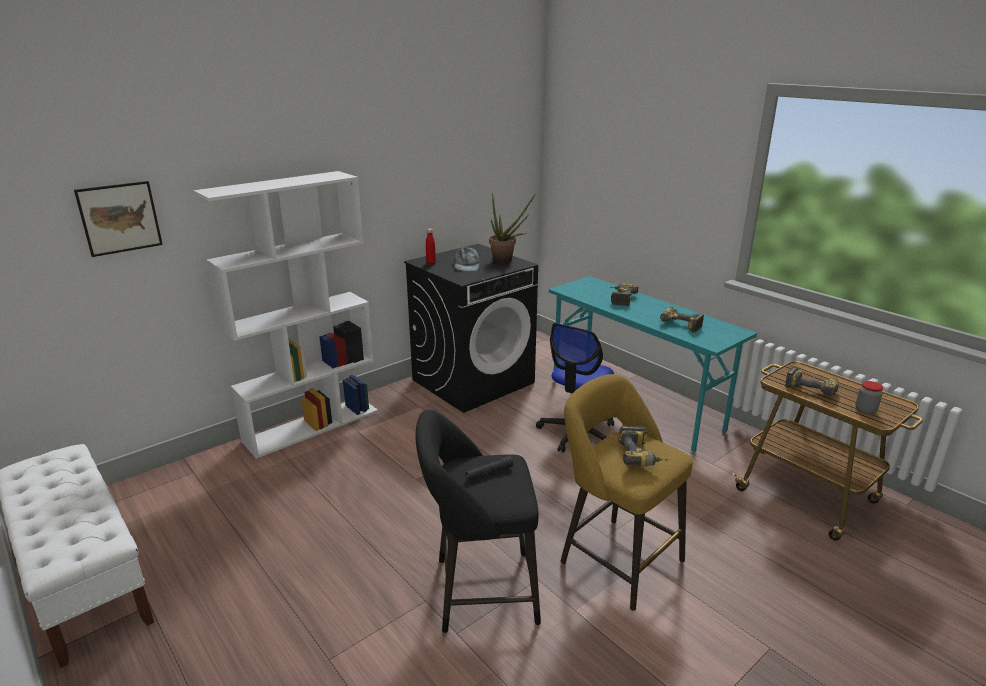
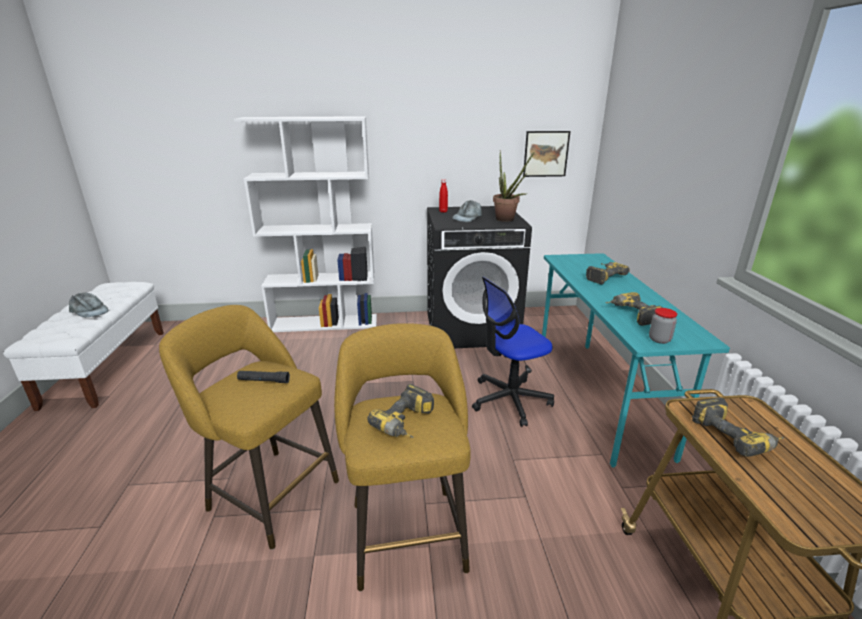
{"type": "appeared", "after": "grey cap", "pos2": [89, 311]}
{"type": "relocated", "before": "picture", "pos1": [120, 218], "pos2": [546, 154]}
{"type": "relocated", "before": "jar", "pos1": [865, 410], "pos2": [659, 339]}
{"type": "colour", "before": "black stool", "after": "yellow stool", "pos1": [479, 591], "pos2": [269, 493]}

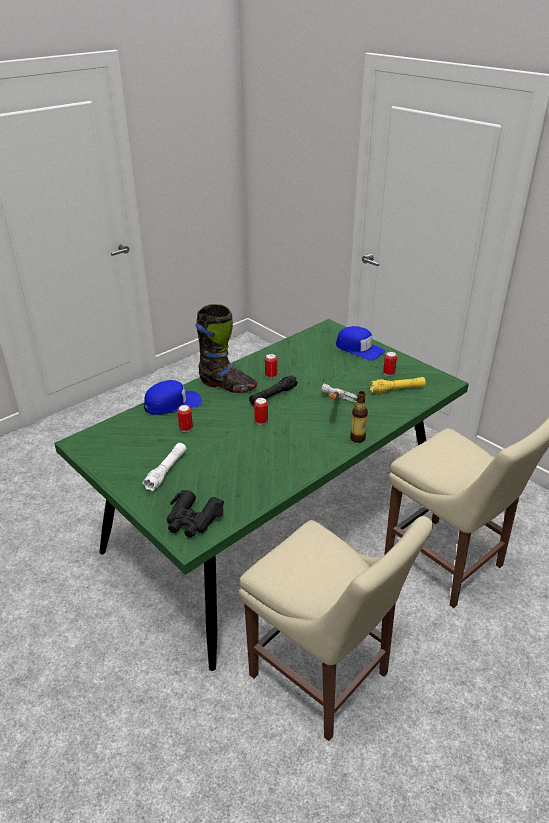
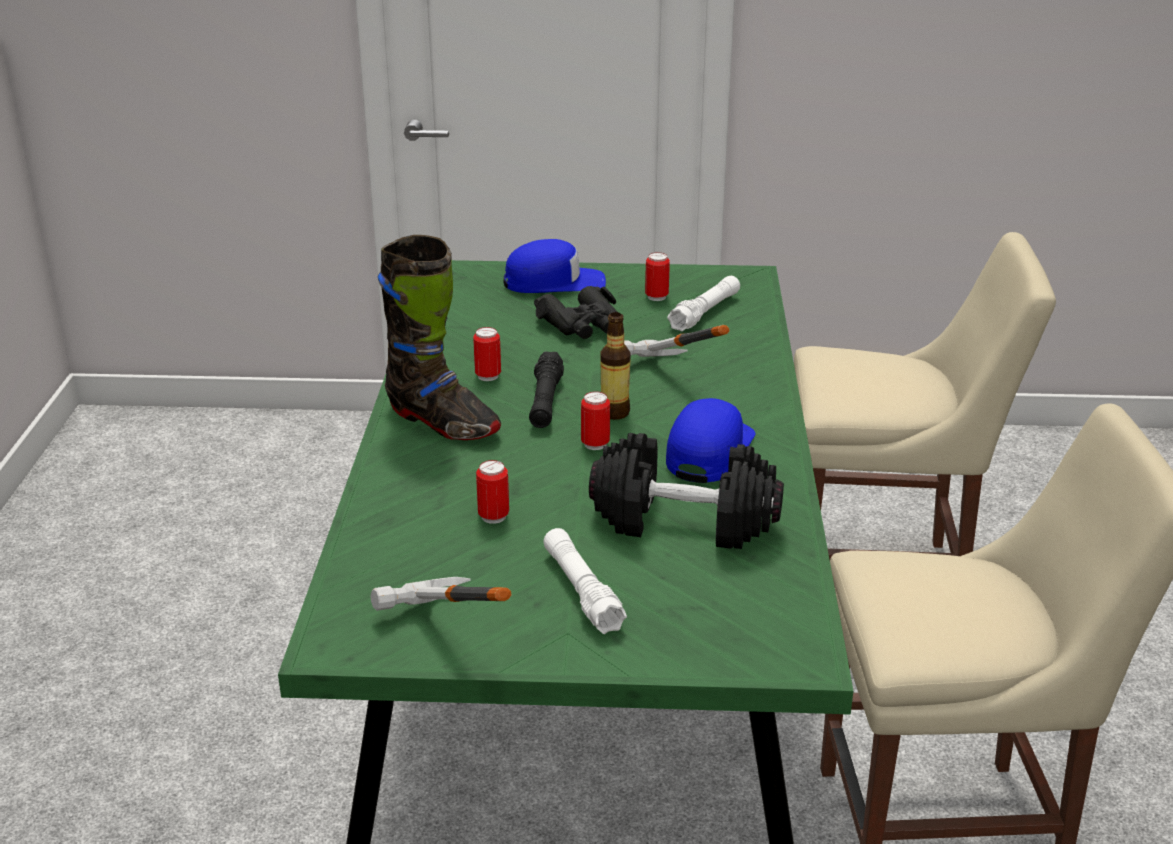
{"type": "appeared", "after": "hammer", "pos2": [440, 643]}
{"type": "appeared", "after": "black dumbbell", "pos2": [685, 521]}
{"type": "relocated", "before": "blue cap", "pos1": [172, 403], "pos2": [709, 451]}
{"type": "relocated", "before": "black binoculars", "pos1": [193, 520], "pos2": [582, 325]}
{"type": "relocated", "before": "bottle", "pos1": [357, 438], "pos2": [614, 412]}
{"type": "colour", "before": "yellow flashlight", "after": "white flashlight", "pos1": [397, 389], "pos2": [705, 312]}
{"type": "spun", "before": "black boot", "pos1": [227, 386], "pos2": [442, 422], "turn": 60}

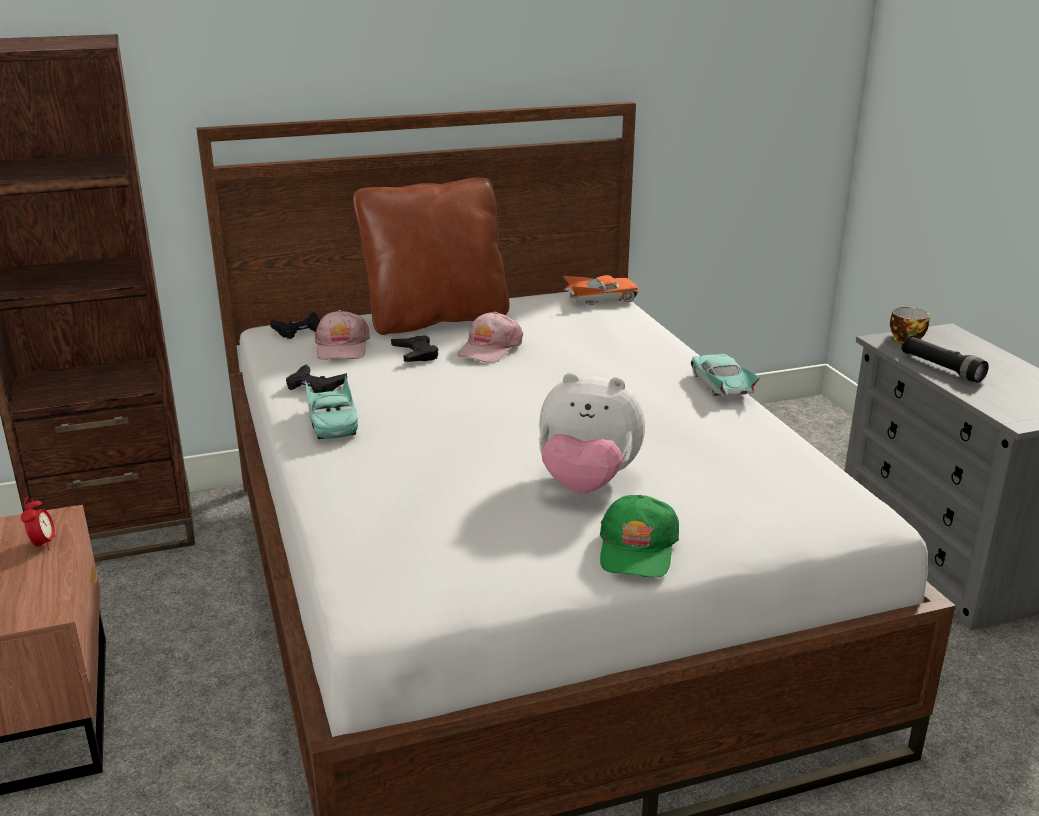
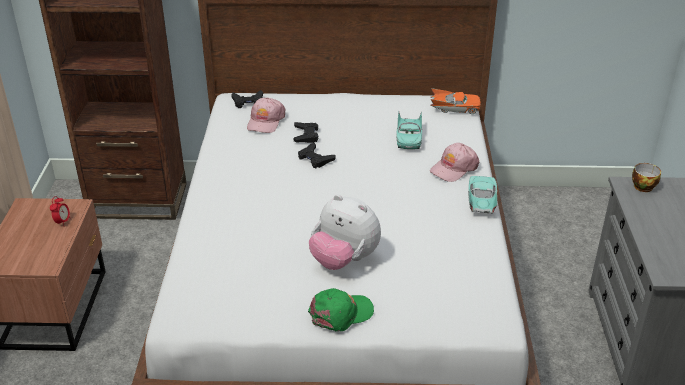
{"type": "missing", "before": "brown pillow", "pos1": [436, 318]}
{"type": "missing", "before": "black flashlight", "pos1": [941, 368]}
{"type": "relocated", "before": "black game controller", "pos1": [315, 386], "pos2": [315, 159]}
{"type": "relocated", "before": "turquoise toy car", "pos1": [332, 422], "pos2": [409, 138]}
{"type": "relocated", "before": "pink cap", "pos1": [489, 349], "pos2": [454, 168]}
{"type": "spun", "before": "green cap", "pos1": [637, 549], "pos2": [341, 314], "turn": -150}

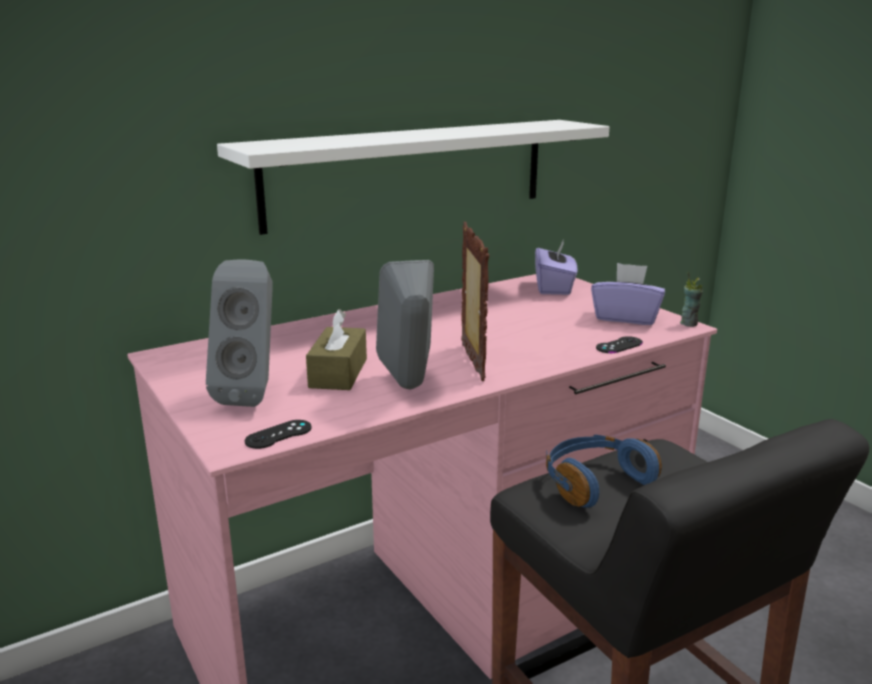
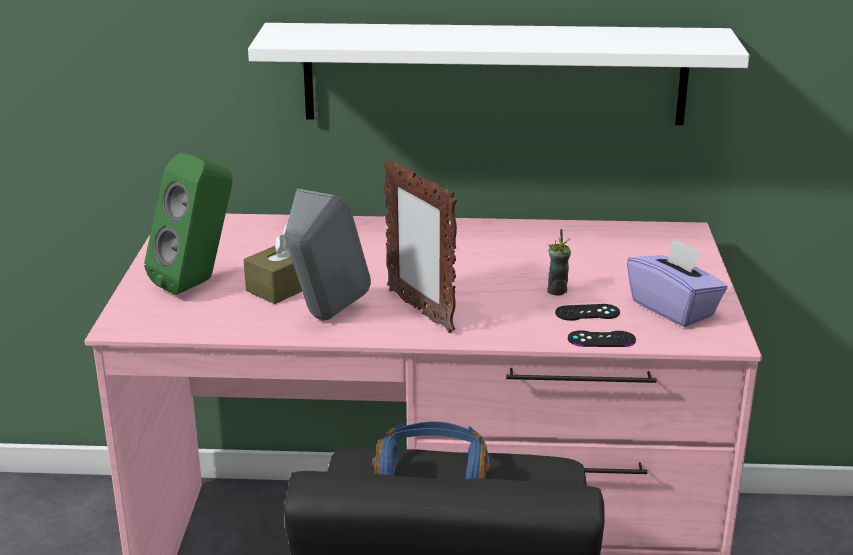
{"type": "missing", "before": "purple tissue box", "pos1": [554, 287]}
{"type": "relocated", "before": "black game controller", "pos1": [278, 434], "pos2": [587, 313]}
{"type": "relocated", "before": "cup", "pos1": [689, 323], "pos2": [557, 291]}
{"type": "colour", "before": "grey speaker", "after": "green speaker", "pos1": [253, 394], "pos2": [198, 283]}
{"type": "spun", "before": "picture frame", "pos1": [471, 362], "pos2": [420, 311], "turn": 120}

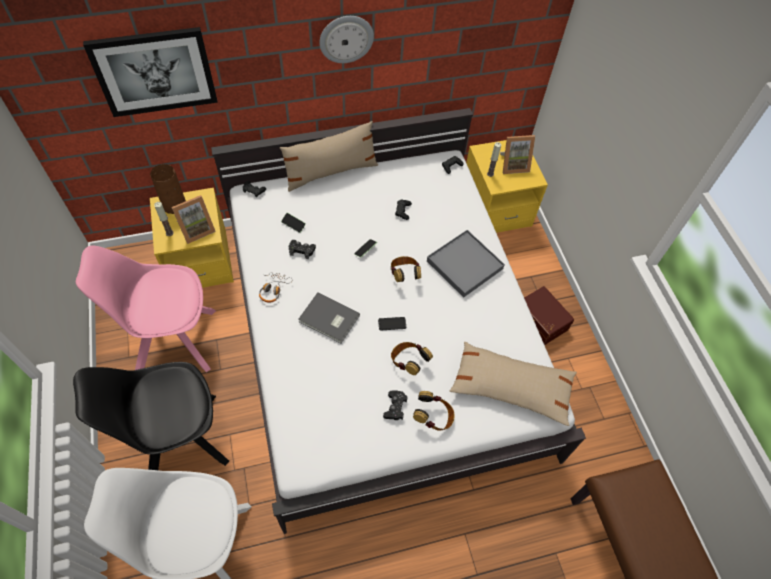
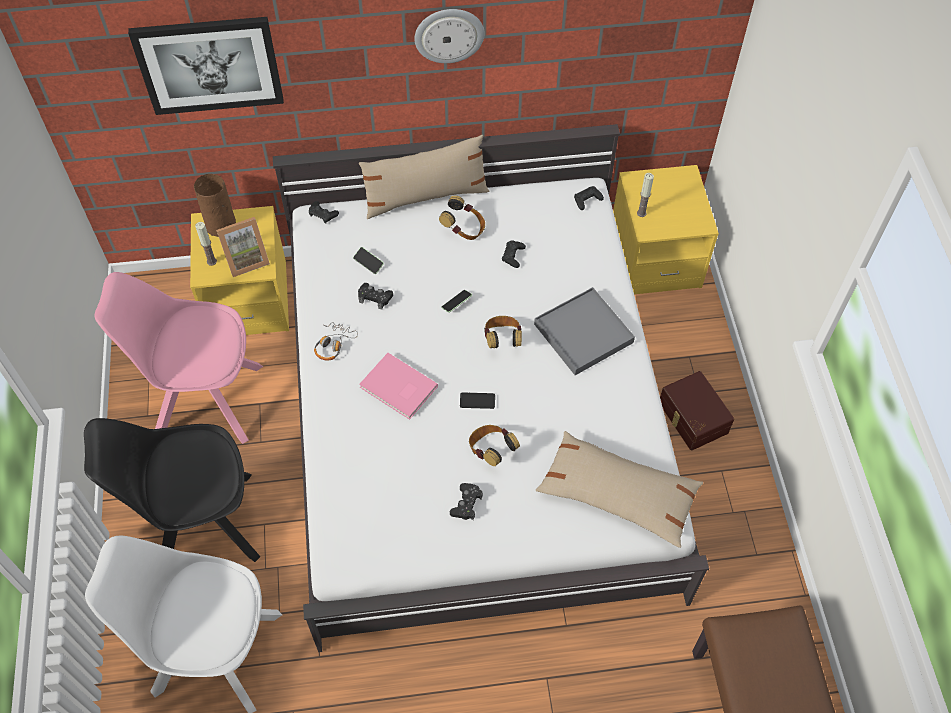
{"type": "missing", "before": "picture frame", "pos1": [513, 165]}
{"type": "relocated", "before": "headphones", "pos1": [433, 417], "pos2": [464, 229]}
{"type": "colour", "before": "grey book", "after": "pink book", "pos1": [329, 320], "pos2": [398, 389]}

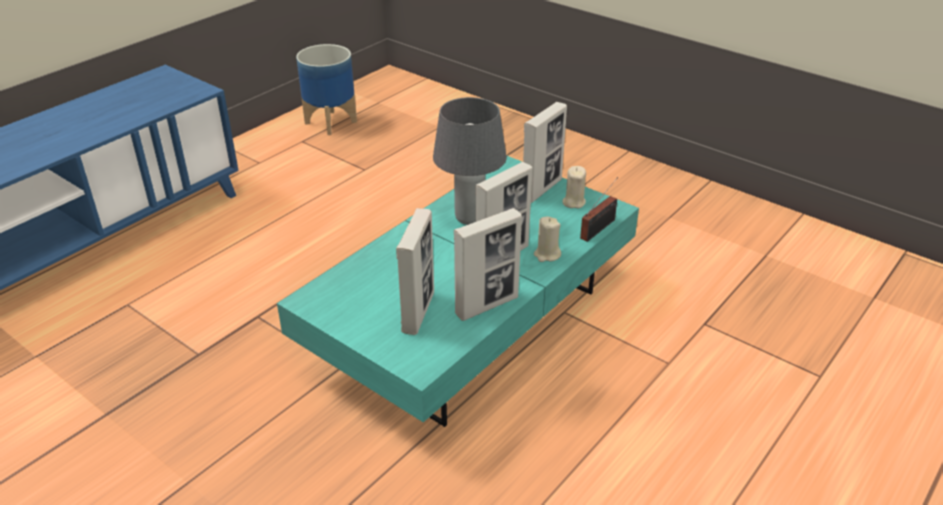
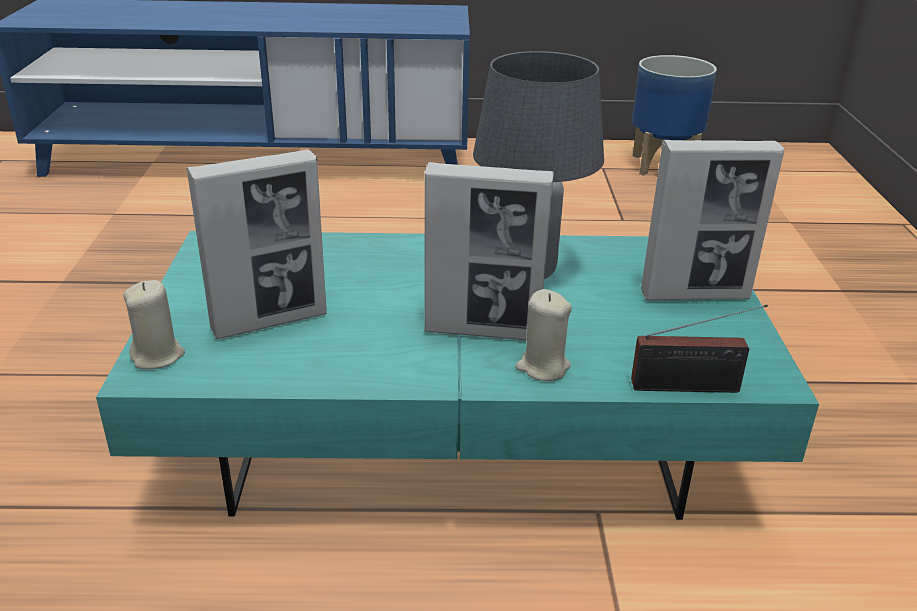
{"type": "missing", "before": "picture frame", "pos1": [487, 305]}
{"type": "relocated", "before": "beige candle", "pos1": [573, 202], "pos2": [158, 356]}

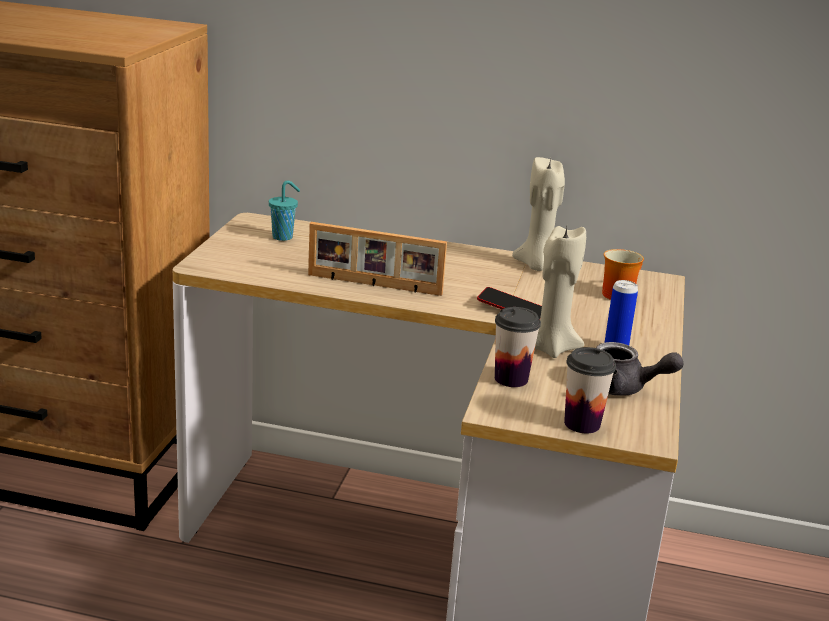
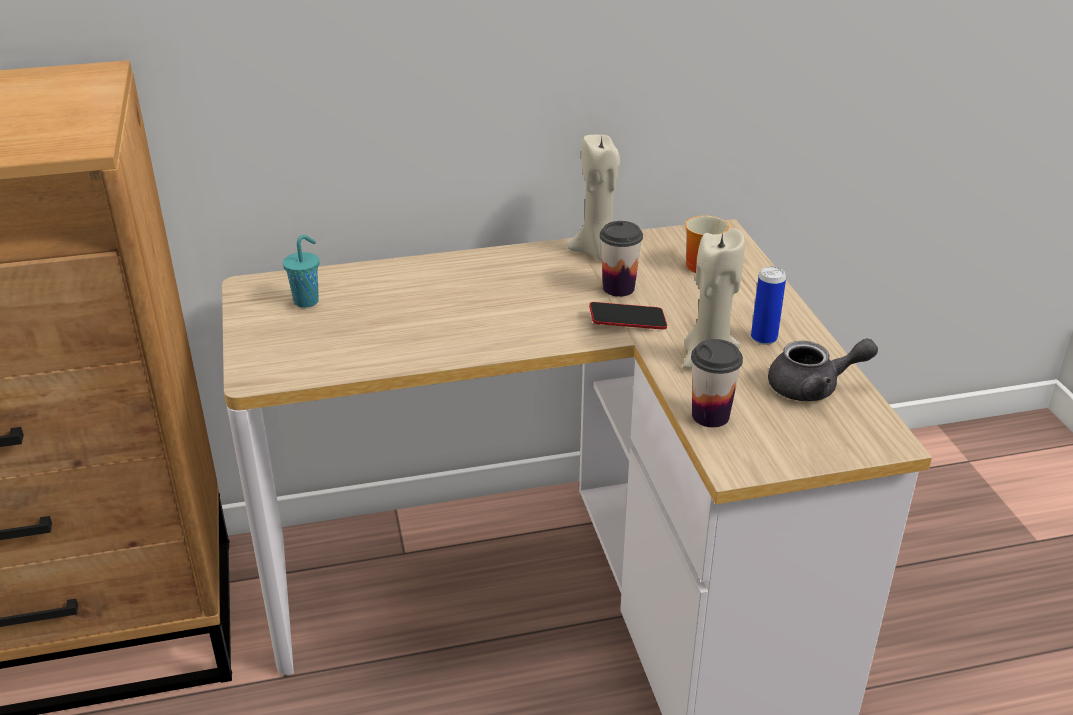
{"type": "missing", "before": "picture frame", "pos1": [374, 285]}
{"type": "relocated", "before": "cup", "pos1": [582, 424], "pos2": [618, 288]}

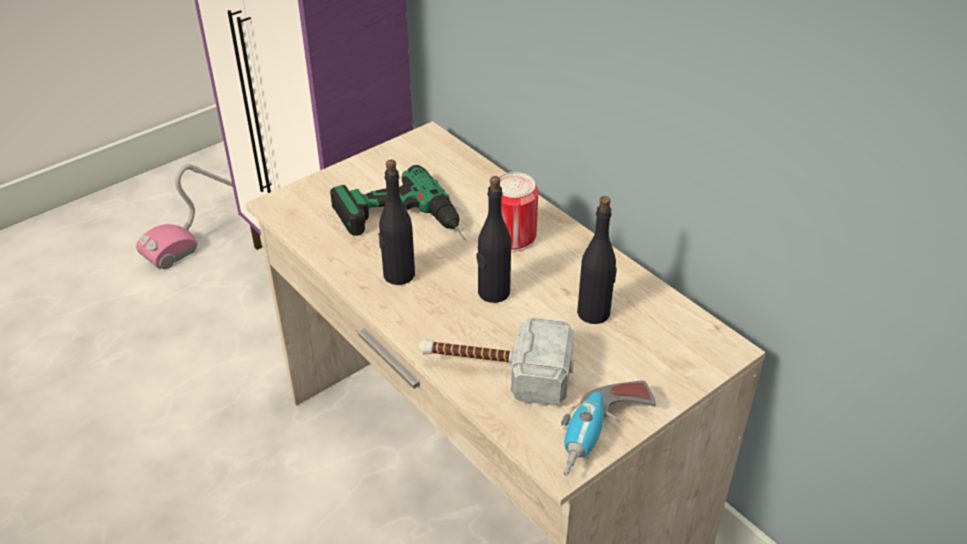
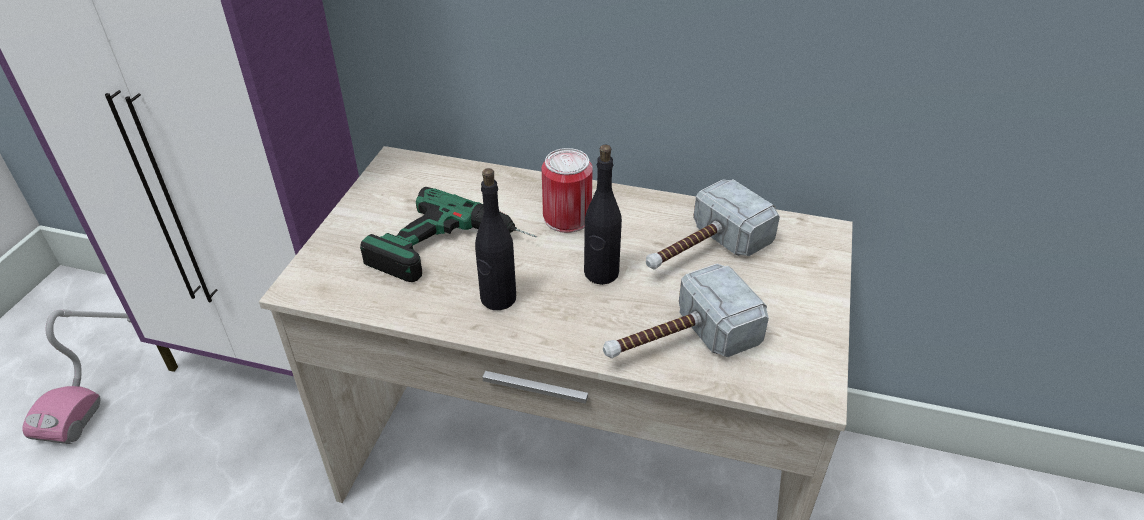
{"type": "missing", "before": "power drill", "pos1": [602, 437]}
{"type": "exchanged", "before": "black bottle", "after": "hammer", "pos1": [594, 313], "pos2": [701, 251]}

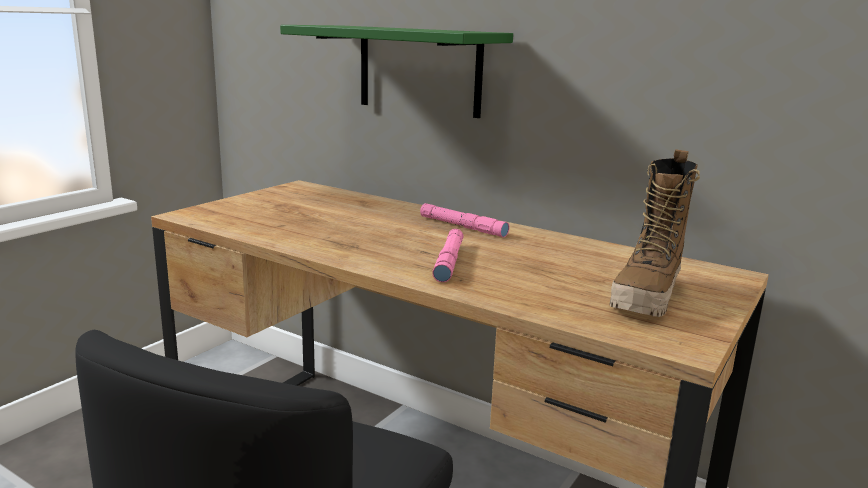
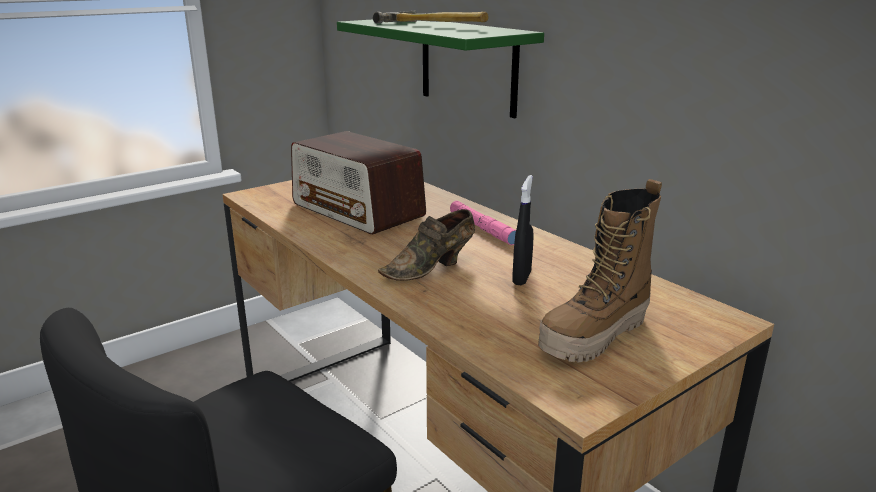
{"type": "appeared", "after": "radio", "pos2": [358, 210]}
{"type": "appeared", "after": "hammer", "pos2": [436, 25]}
{"type": "appeared", "after": "black spray bottle", "pos2": [521, 278]}
{"type": "exchanged", "before": "pink flashlight", "after": "brown shoe", "pos1": [449, 261], "pos2": [432, 268]}

